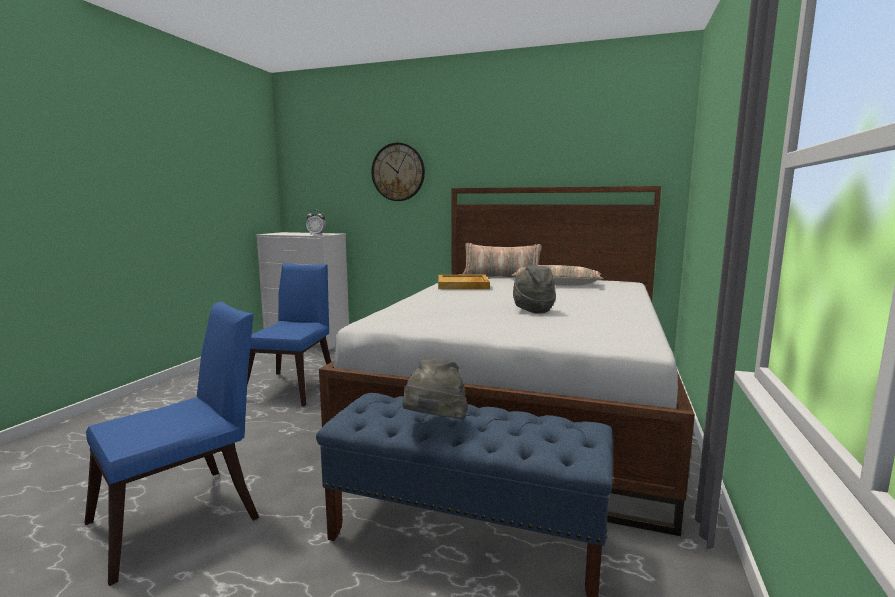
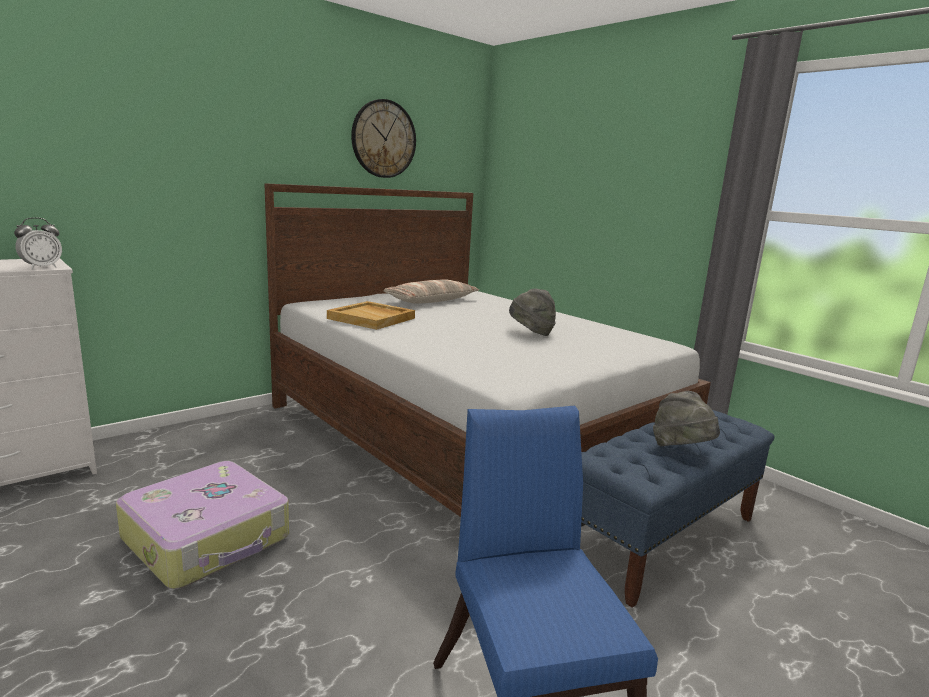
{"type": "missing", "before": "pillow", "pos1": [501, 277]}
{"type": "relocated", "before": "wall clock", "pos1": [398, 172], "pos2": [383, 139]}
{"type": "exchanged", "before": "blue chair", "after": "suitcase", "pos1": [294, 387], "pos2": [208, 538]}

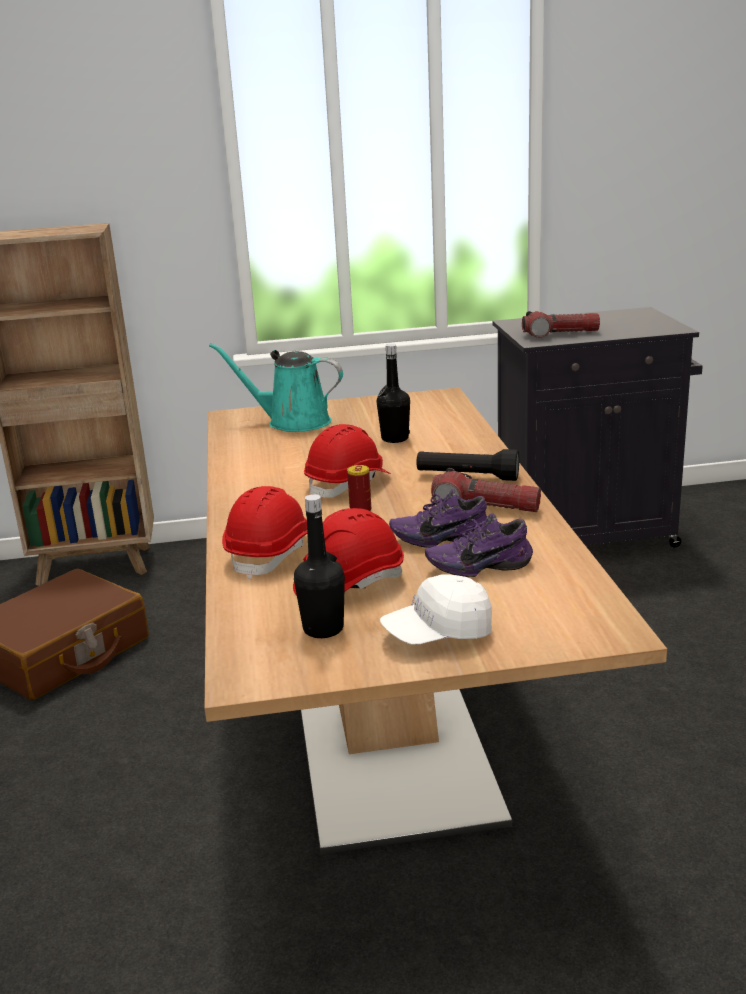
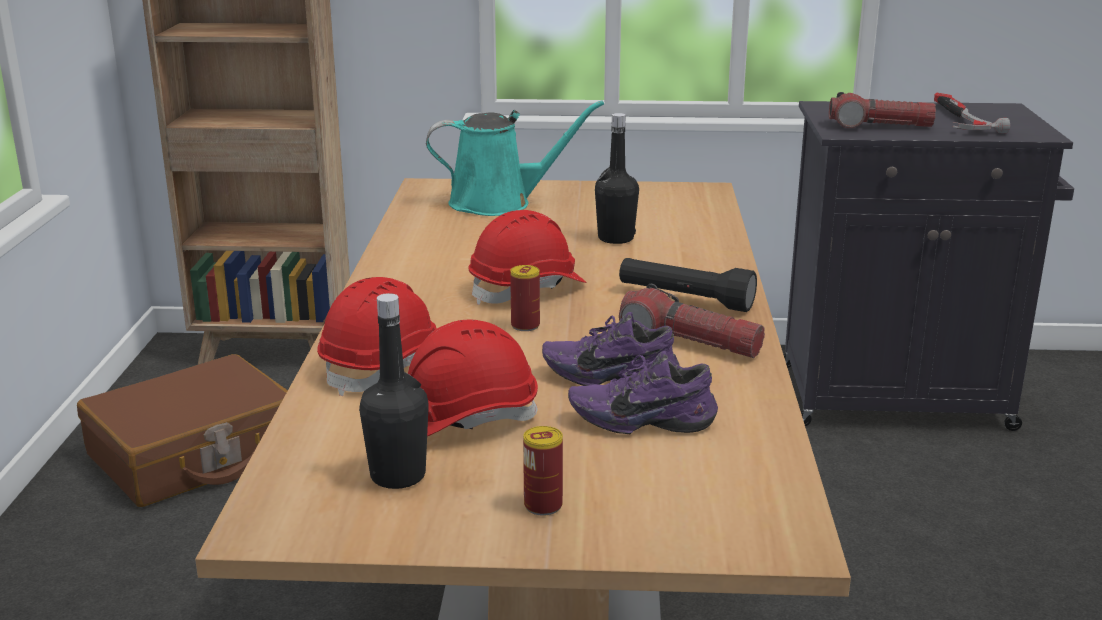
{"type": "appeared", "after": "hammer", "pos2": [958, 118]}
{"type": "exchanged", "before": "white cap", "after": "can", "pos1": [438, 633], "pos2": [543, 505]}
{"type": "spun", "before": "turquoise watering can", "pos1": [292, 422], "pos2": [498, 203], "turn": 150}

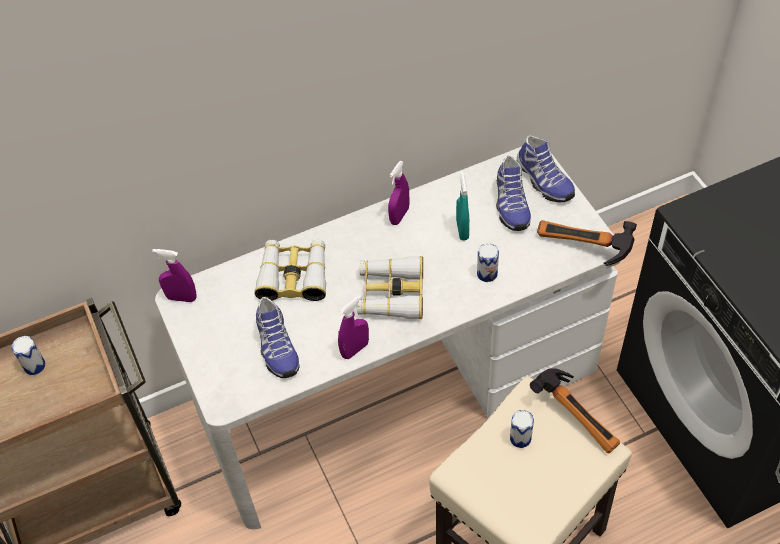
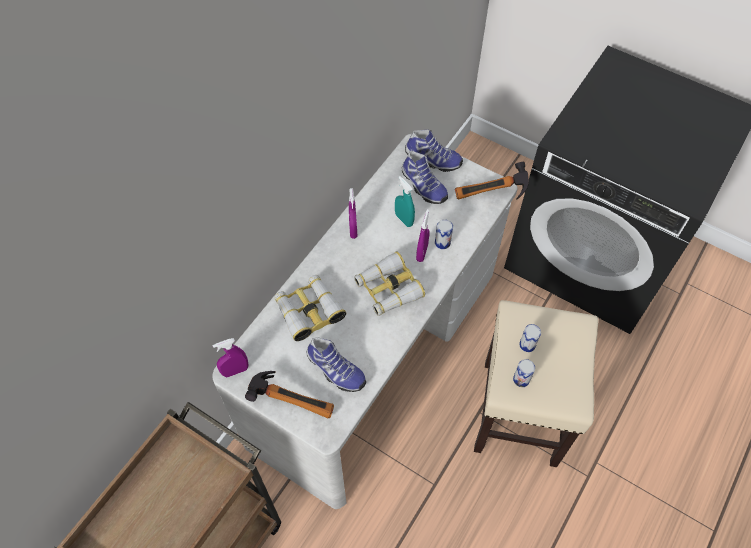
{"type": "relocated", "before": "can", "pos1": [34, 366], "pos2": [521, 379]}
{"type": "relocated", "before": "purple spray bottle", "pos1": [355, 349], "pos2": [422, 253]}
{"type": "relocated", "before": "hammer", "pos1": [579, 415], "pos2": [293, 398]}

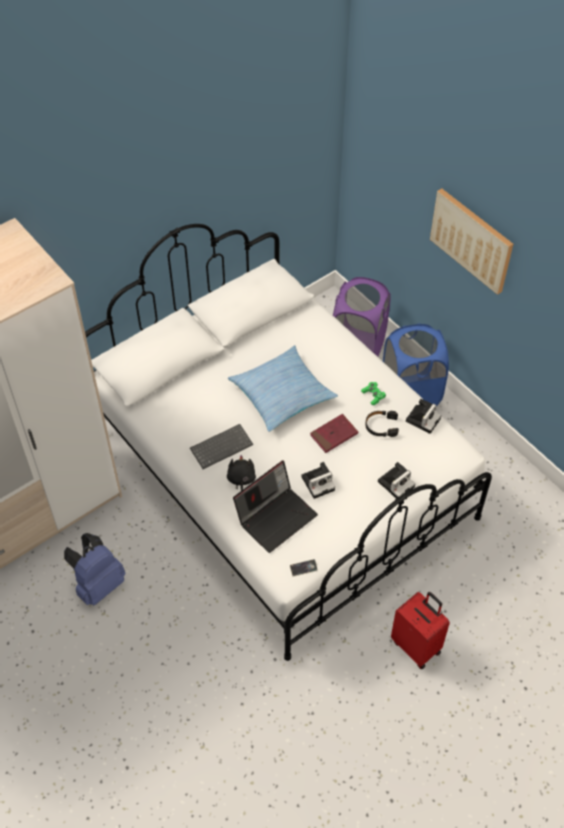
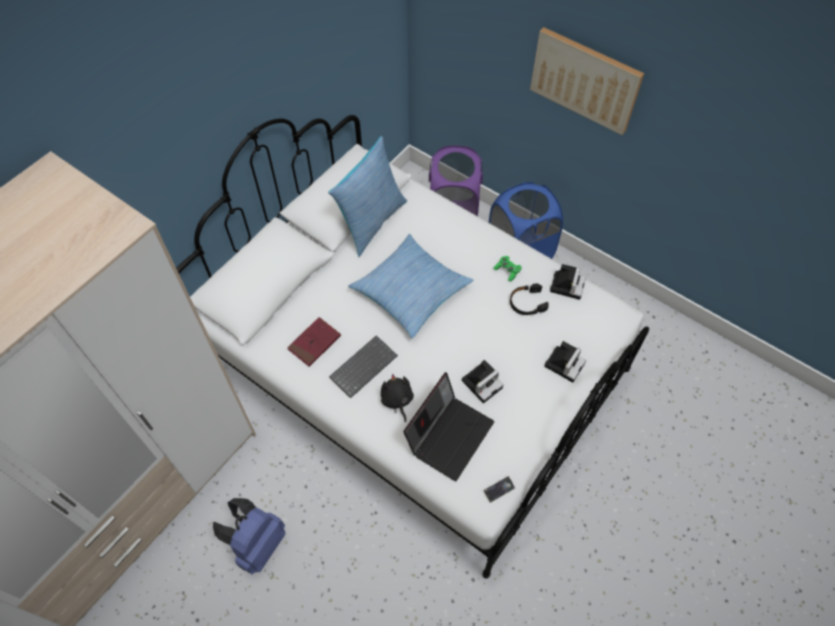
{"type": "missing", "before": "red suitcase", "pos1": [417, 646]}
{"type": "appeared", "after": "pillow", "pos2": [371, 222]}
{"type": "relocated", "before": "red book", "pos1": [334, 435], "pos2": [314, 343]}

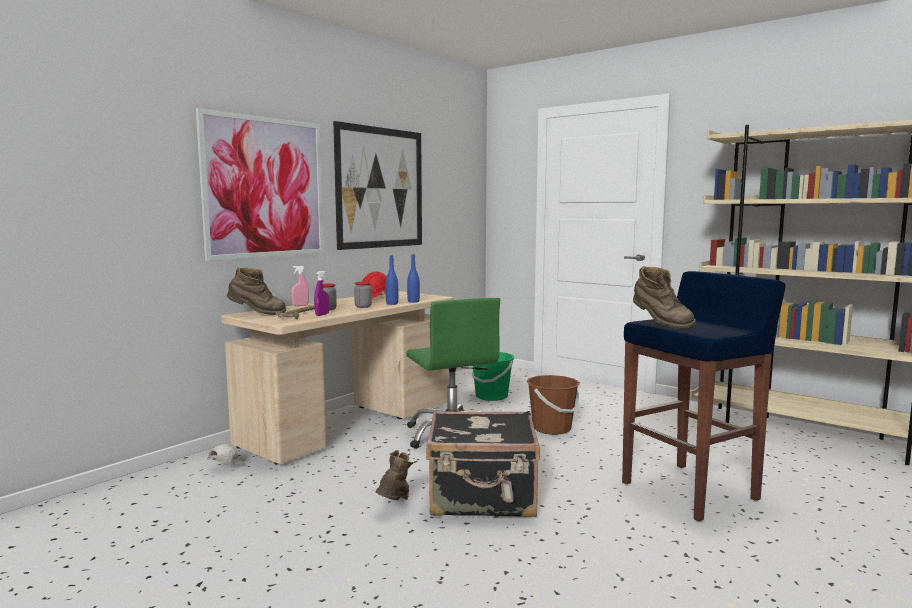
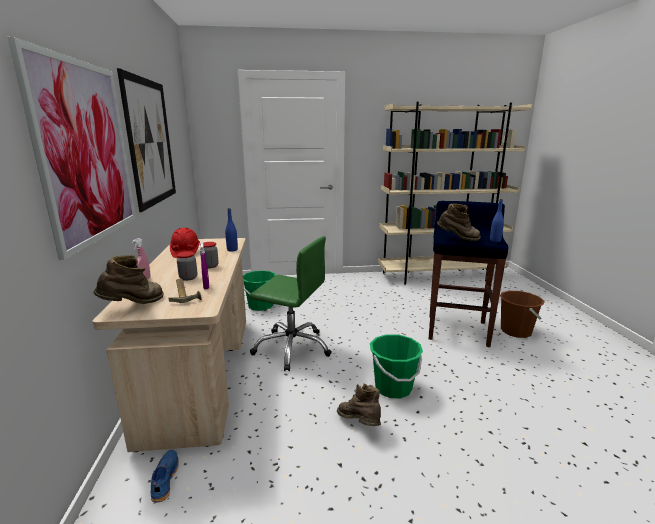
{"type": "relocated", "before": "blue bottle", "pos1": [392, 303], "pos2": [495, 241]}
{"type": "relocated", "before": "brown bucket", "pos1": [552, 428], "pos2": [516, 331]}
{"type": "exchanged", "before": "white cap", "after": "blue shoe", "pos1": [226, 467], "pos2": [164, 479]}
{"type": "exchanged", "before": "black suitcase", "after": "green bucket", "pos1": [483, 498], "pos2": [393, 388]}

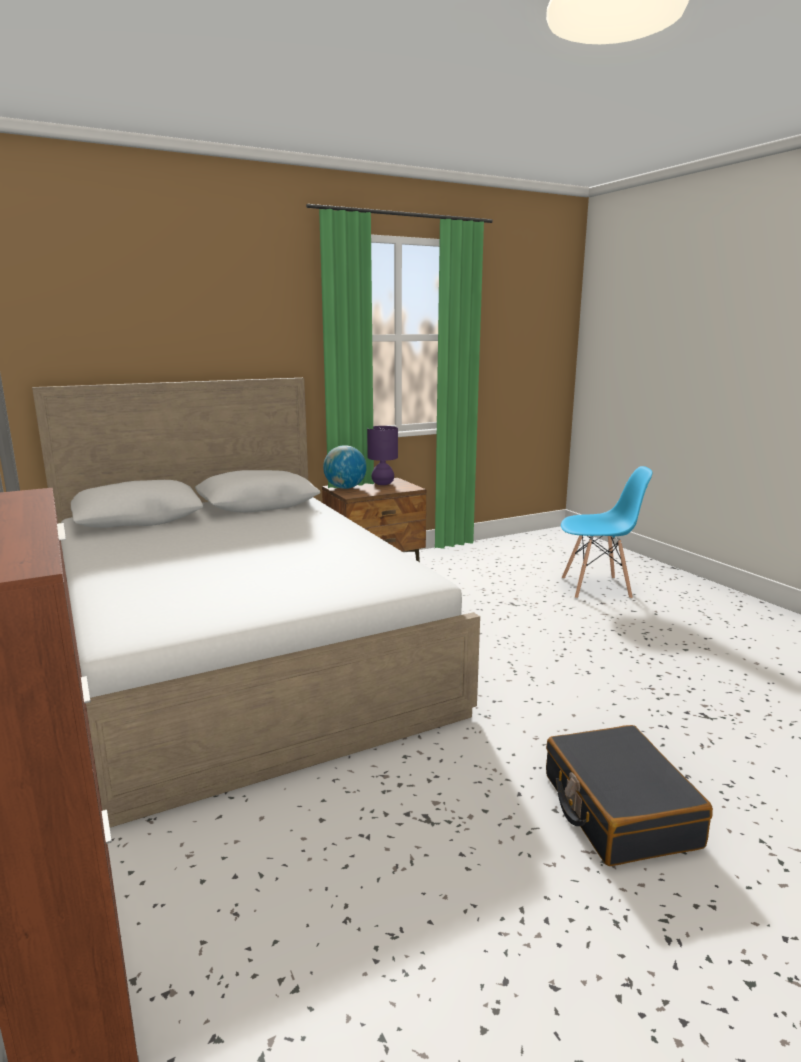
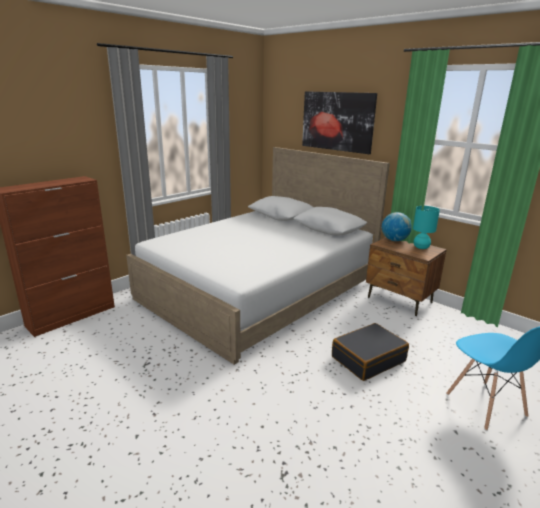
{"type": "appeared", "after": "picture", "pos2": [337, 121]}
{"type": "relocated", "before": "black suitcase", "pos1": [618, 810], "pos2": [368, 359]}
{"type": "colour", "before": "purple table lamp", "after": "turquoise table lamp", "pos1": [383, 483], "pos2": [421, 247]}

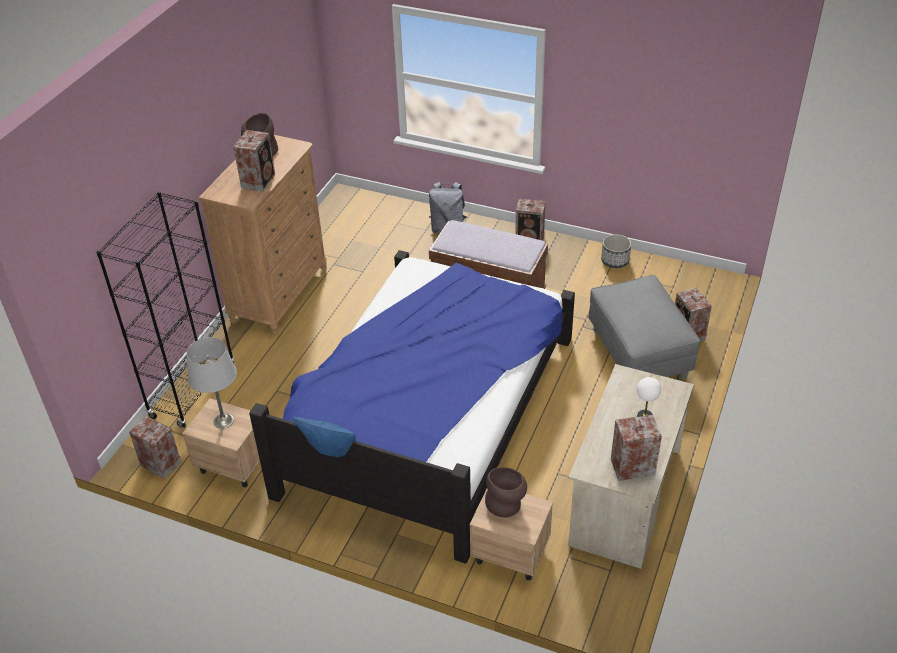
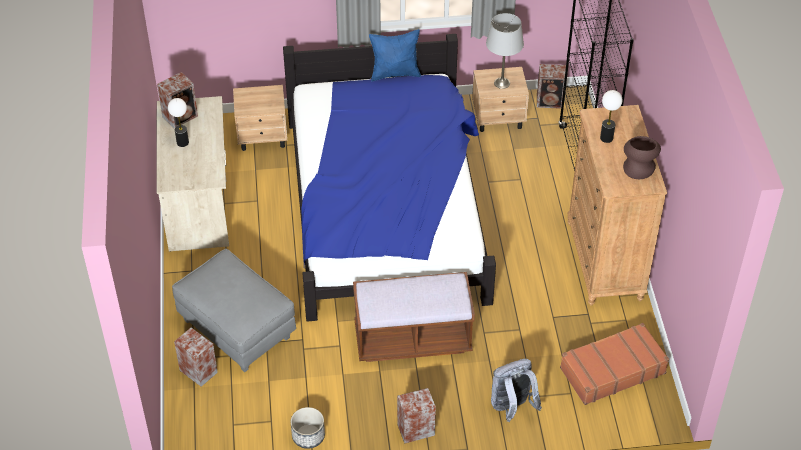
{"type": "missing", "before": "brown vase", "pos1": [506, 503]}
{"type": "appeared", "after": "brown suitcase", "pos2": [612, 370]}
{"type": "exchanged", "before": "speaker", "after": "table lamp", "pos1": [259, 180], "pos2": [606, 138]}

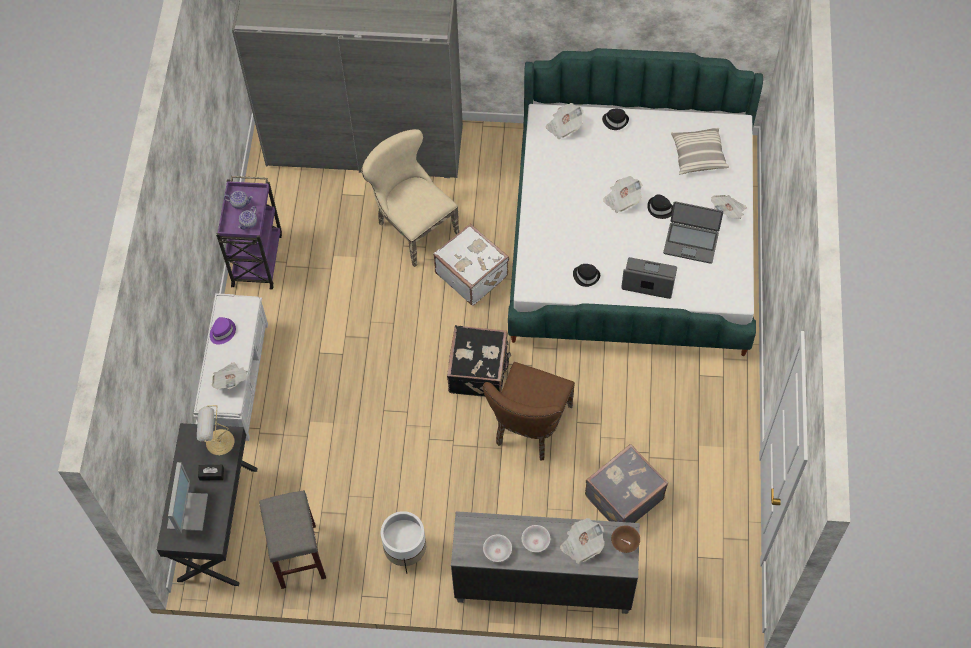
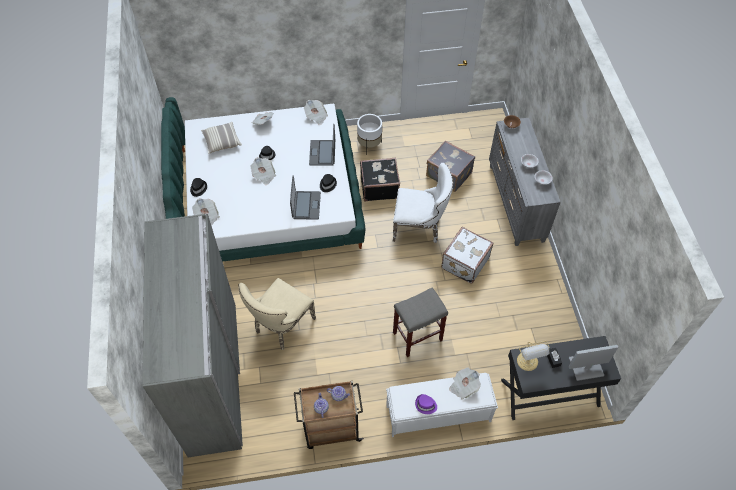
{"type": "relocated", "before": "grey stool", "pos1": [299, 557], "pos2": [418, 336]}
{"type": "relocated", "before": "white planter", "pos1": [406, 552], "pos2": [369, 145]}
{"type": "relocated", "before": "white suitcase", "pos1": [472, 274], "pos2": [464, 262]}
{"type": "relocated", "before": "black suitcase", "pos1": [479, 371], "pos2": [379, 187]}
{"type": "relocated", "before": "newspaper", "pos1": [581, 545], "pos2": [316, 116]}
{"type": "relocated", "before": "laptop", "pos1": [691, 242], "pos2": [306, 205]}
{"type": "colour", "before": "purple cart", "after": "brown cart", "pos1": [257, 258], "pos2": [331, 429]}
{"type": "colour", "before": "brown chair", "after": "white chair", "pos1": [529, 428], "pos2": [420, 227]}

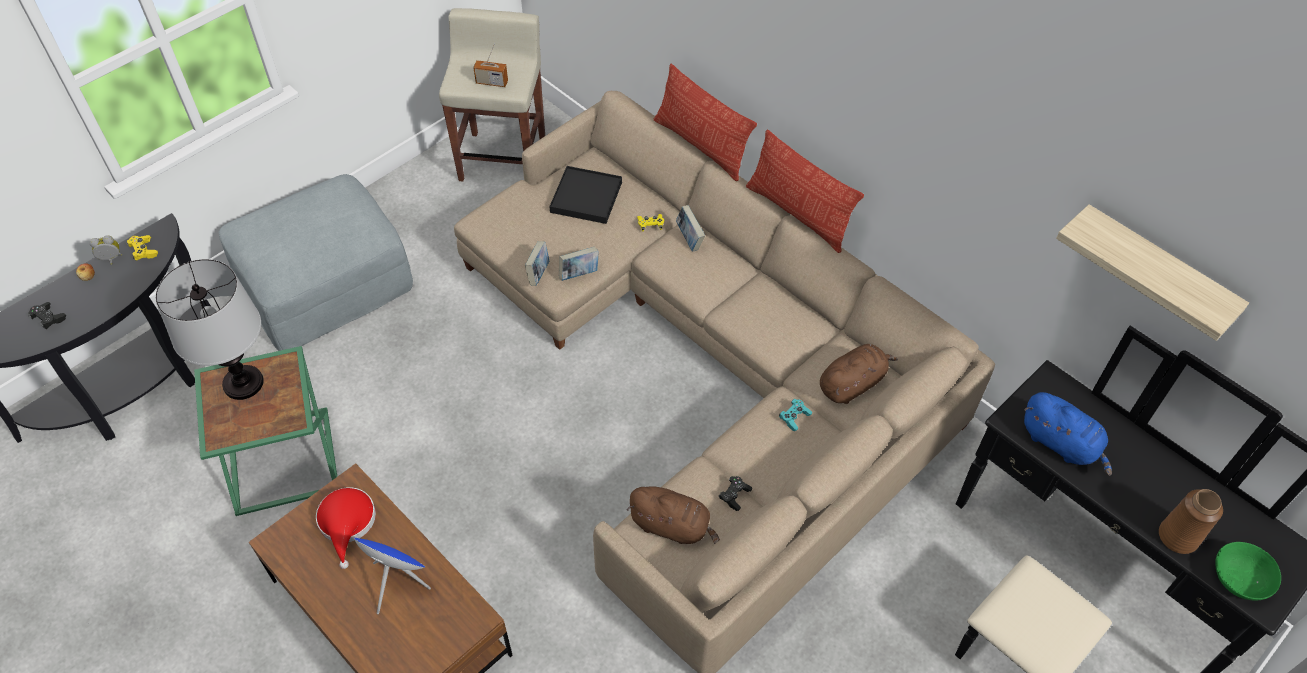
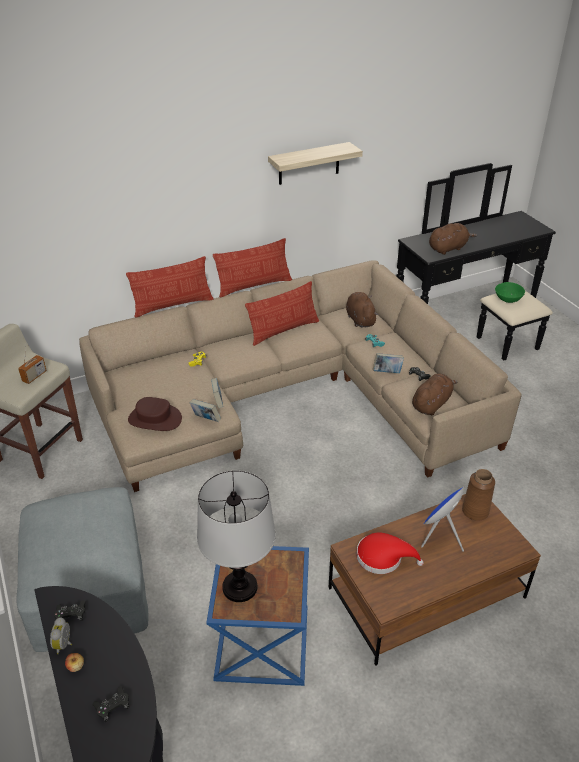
{"type": "missing", "before": "black tray", "pos1": [586, 197]}
{"type": "appeared", "after": "brown hat", "pos2": [154, 419]}
{"type": "appeared", "after": "pillow", "pos2": [283, 330]}
{"type": "relocated", "before": "book", "pos1": [689, 239], "pos2": [387, 372]}
{"type": "relocated", "before": "shelf", "pos1": [1155, 271], "pos2": [309, 163]}
{"type": "relocated", "before": "brown vase", "pos1": [1177, 537], "pos2": [475, 511]}
{"type": "relocated", "before": "green bowl", "pos1": [1238, 580], "pos2": [508, 299]}
{"type": "colour", "before": "yellow game controller", "after": "black game controller", "pos1": [144, 251], "pos2": [71, 615]}
{"type": "colour", "before": "green side table", "after": "blue side table", "pos1": [281, 463], "pos2": [264, 644]}
{"type": "colour", "before": "blue plush toy", "after": "brown plush toy", "pos1": [1061, 444], "pos2": [448, 248]}

